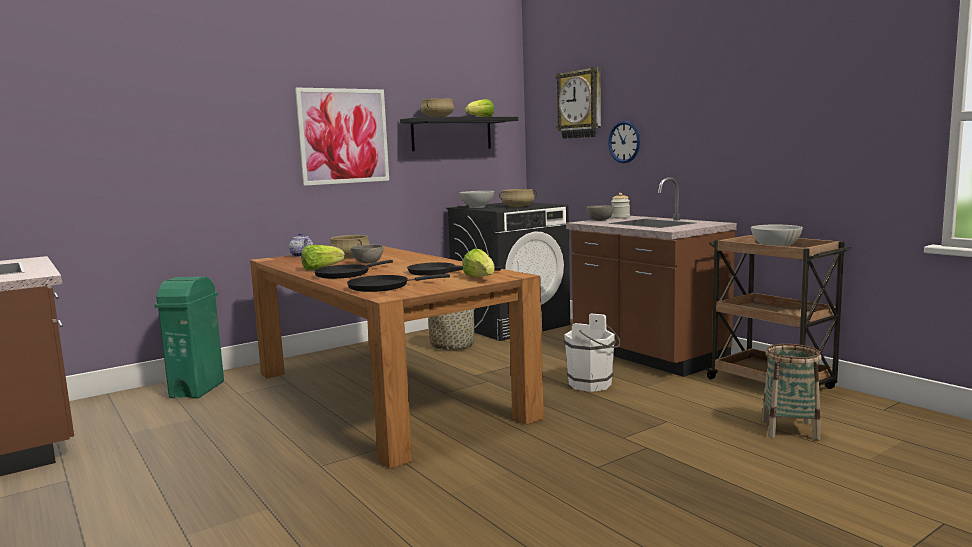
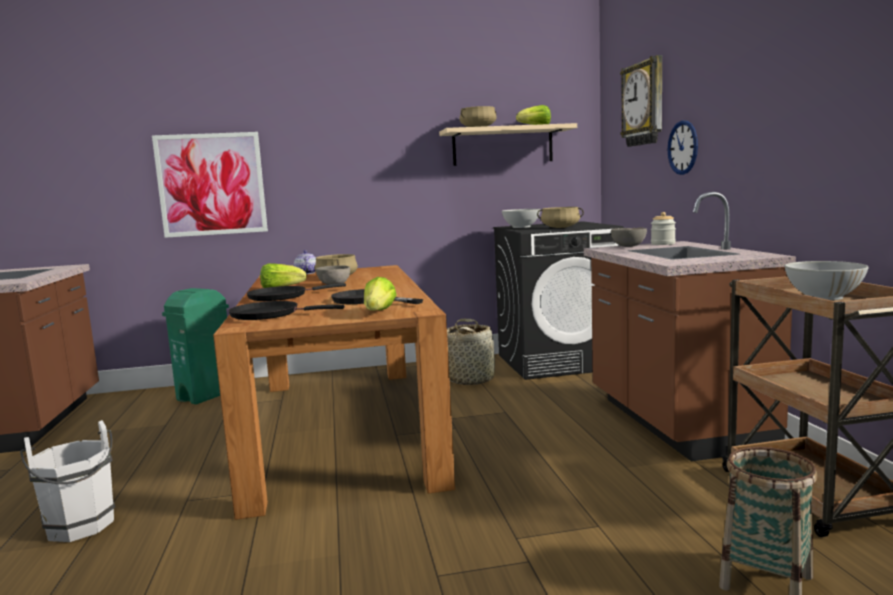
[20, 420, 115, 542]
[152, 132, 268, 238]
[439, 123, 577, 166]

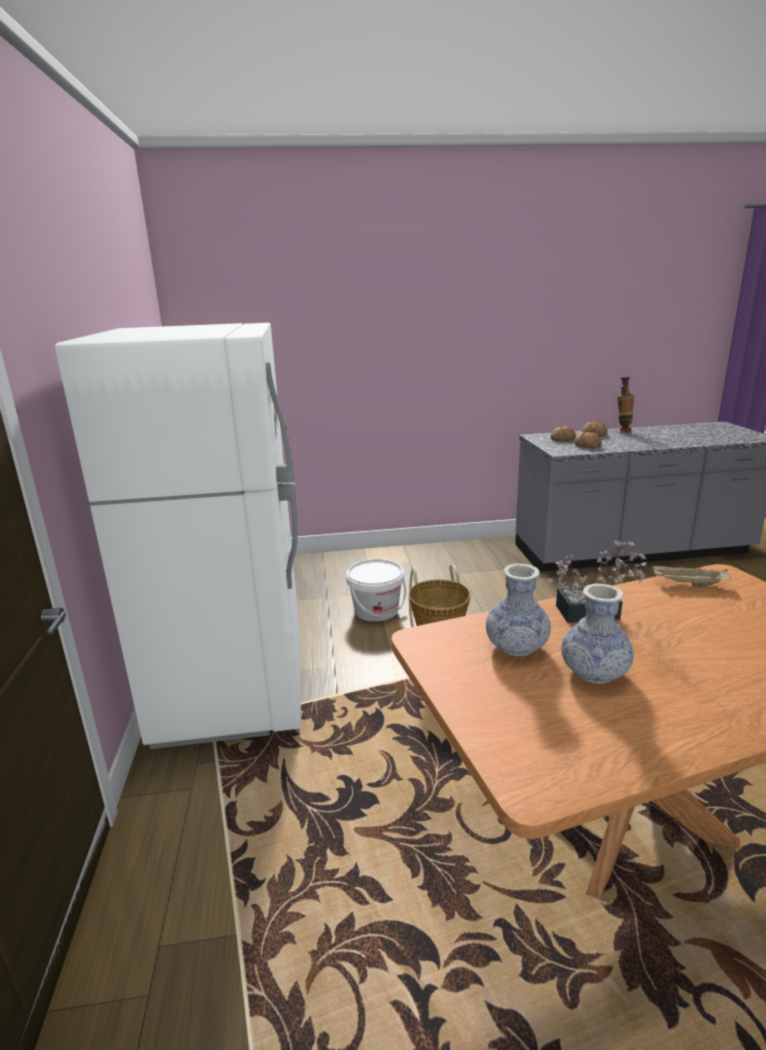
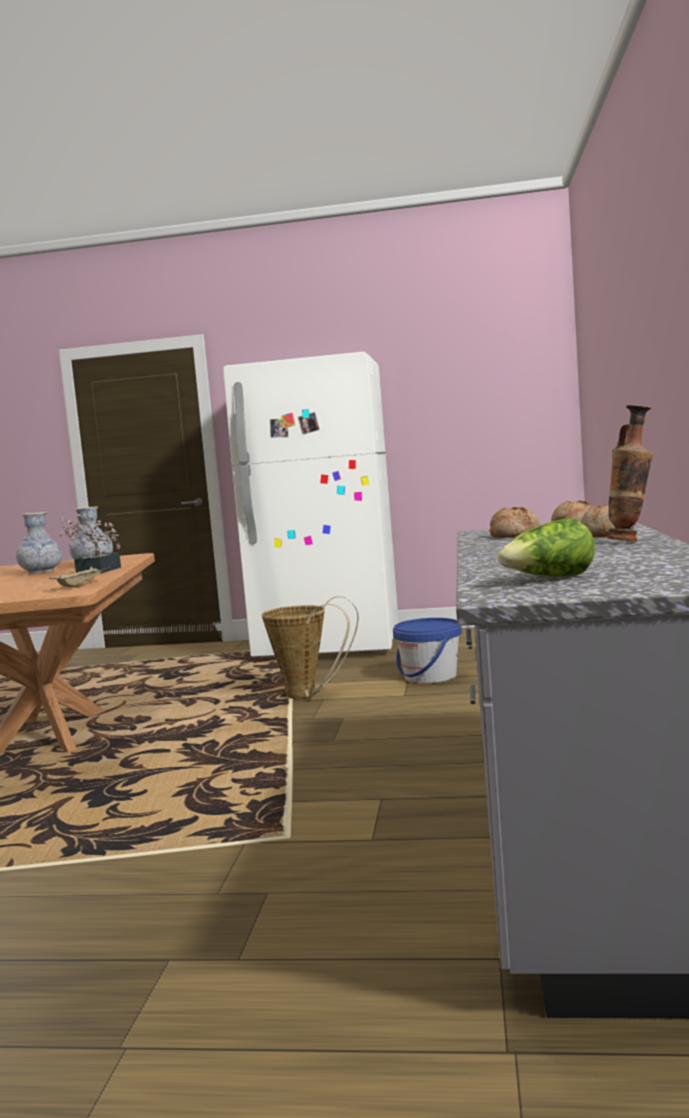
[393, 618, 462, 683]
[497, 519, 595, 577]

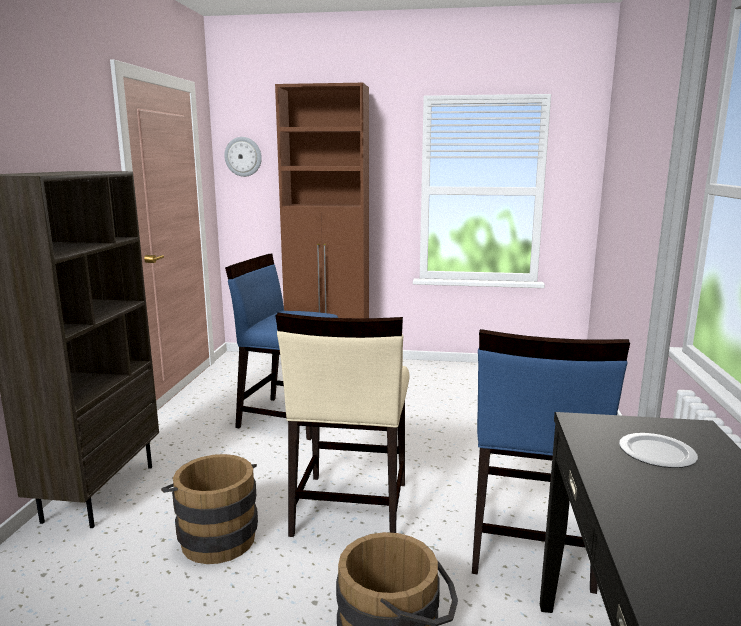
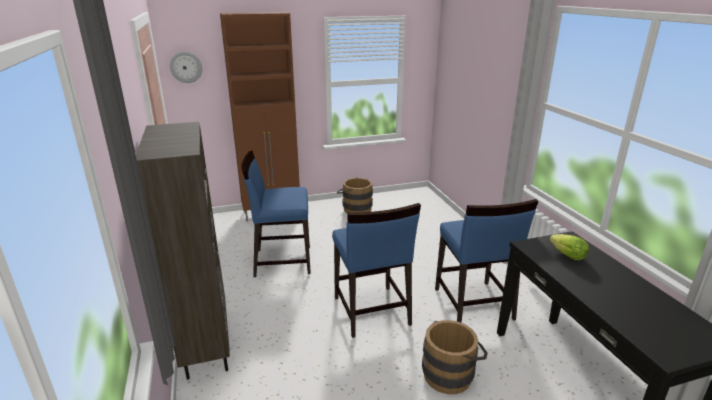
[332, 203, 421, 338]
[337, 178, 373, 213]
[549, 234, 589, 260]

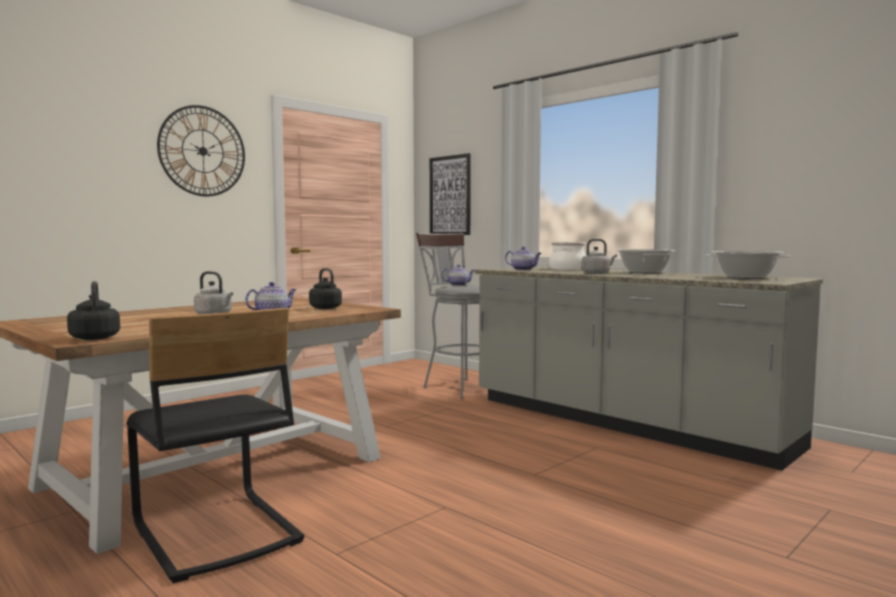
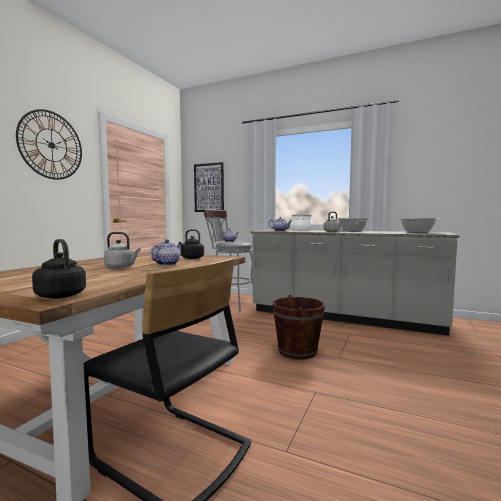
[272, 295, 325, 359]

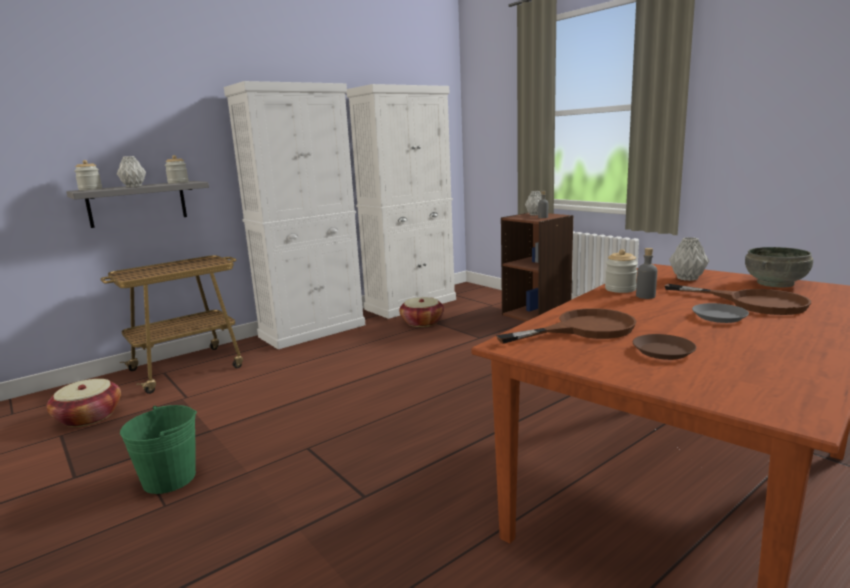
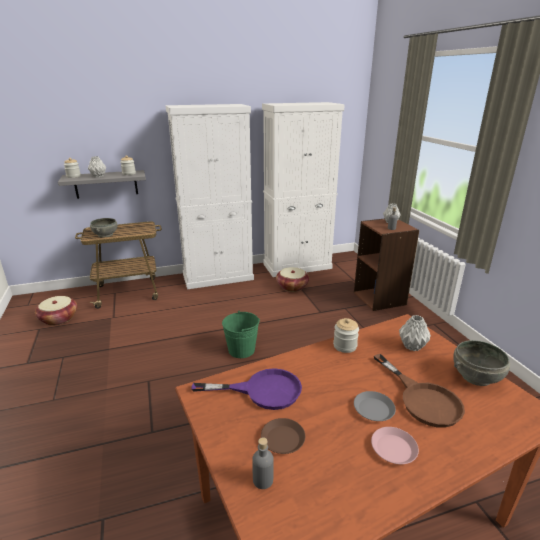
[90, 218, 117, 238]
[191, 368, 302, 410]
[222, 311, 260, 358]
[252, 437, 274, 489]
[371, 427, 419, 464]

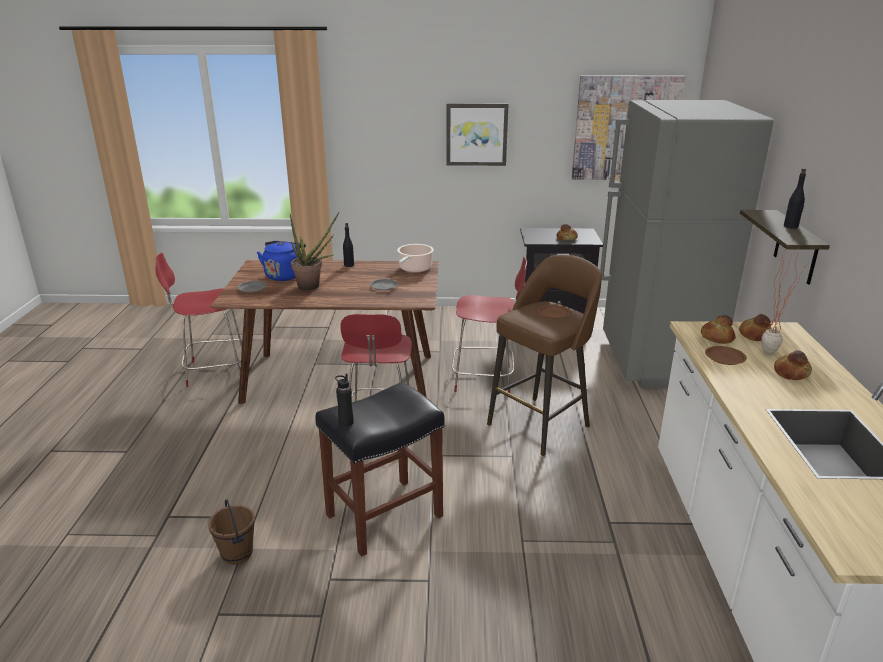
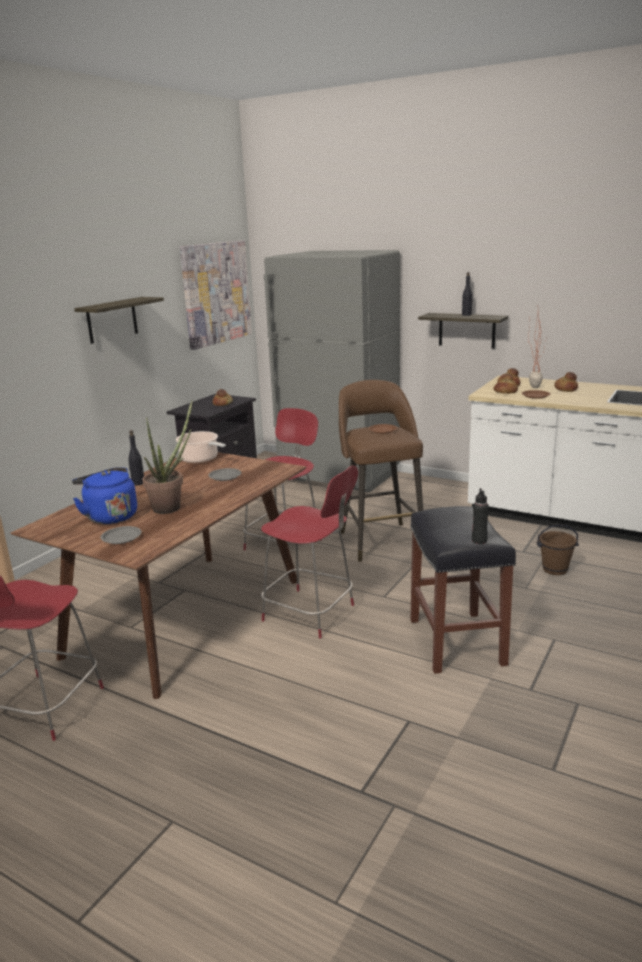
[74, 297, 164, 344]
[537, 524, 579, 575]

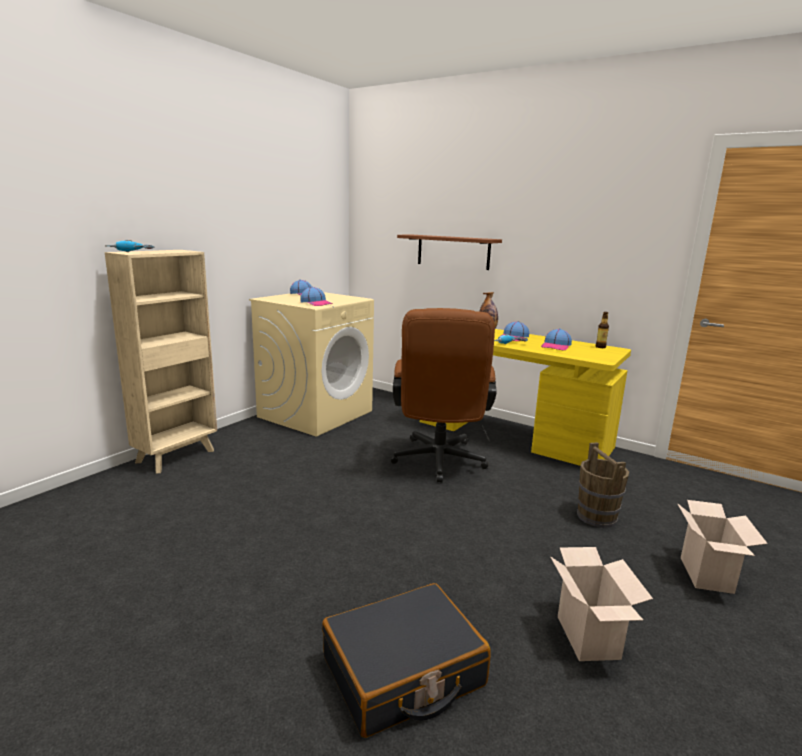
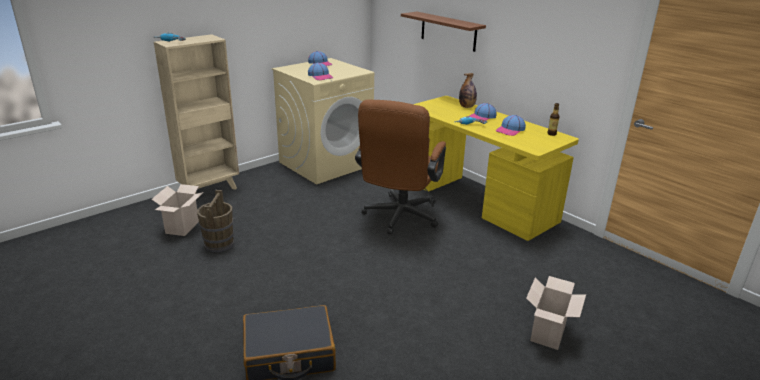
[151, 184, 204, 236]
[197, 190, 234, 252]

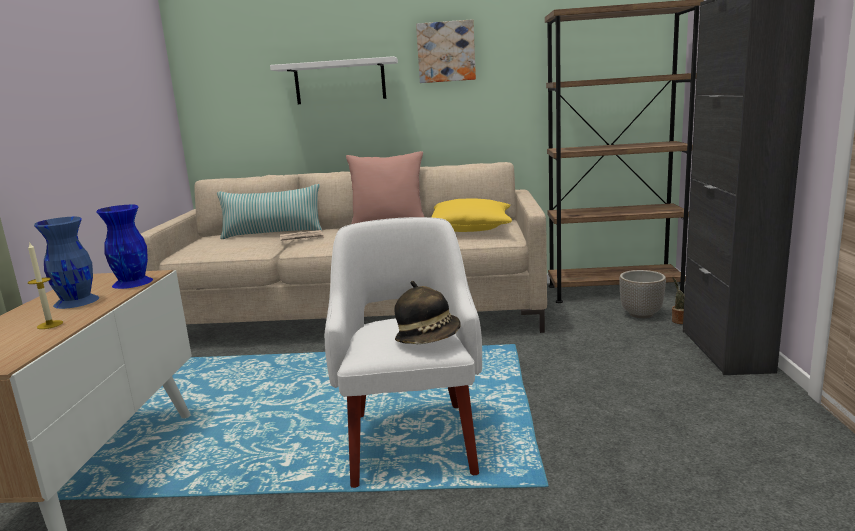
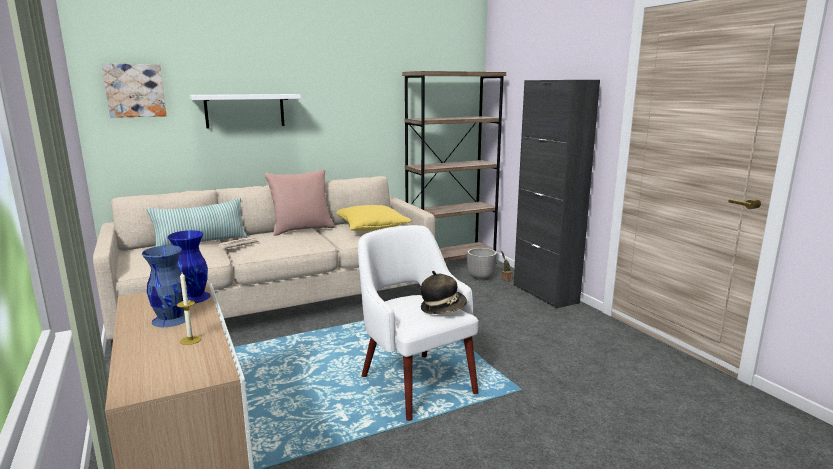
[102, 63, 166, 118]

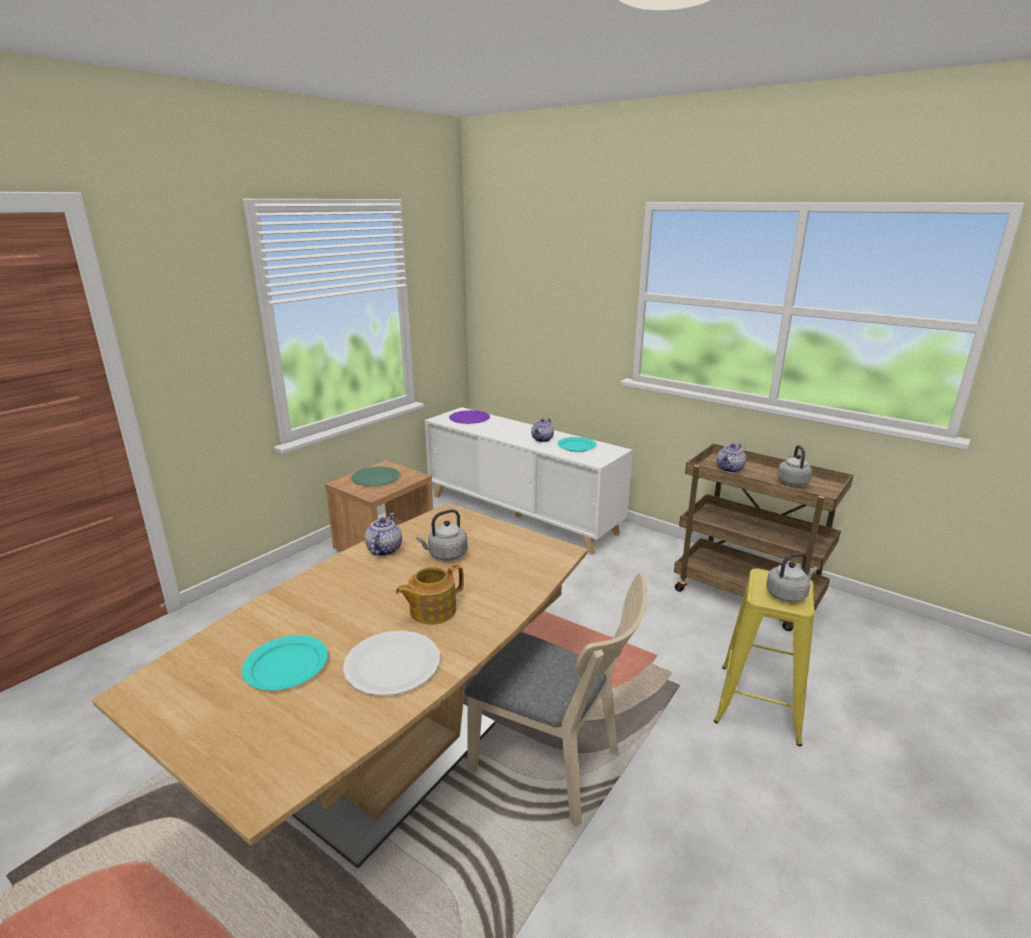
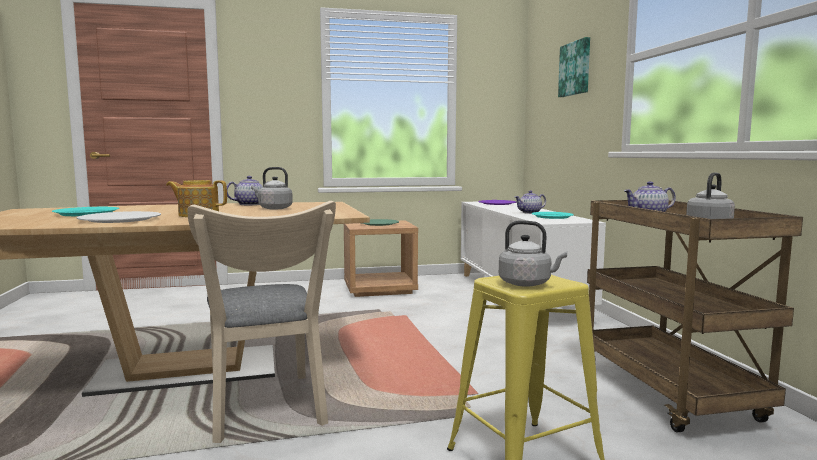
[558, 37, 590, 97]

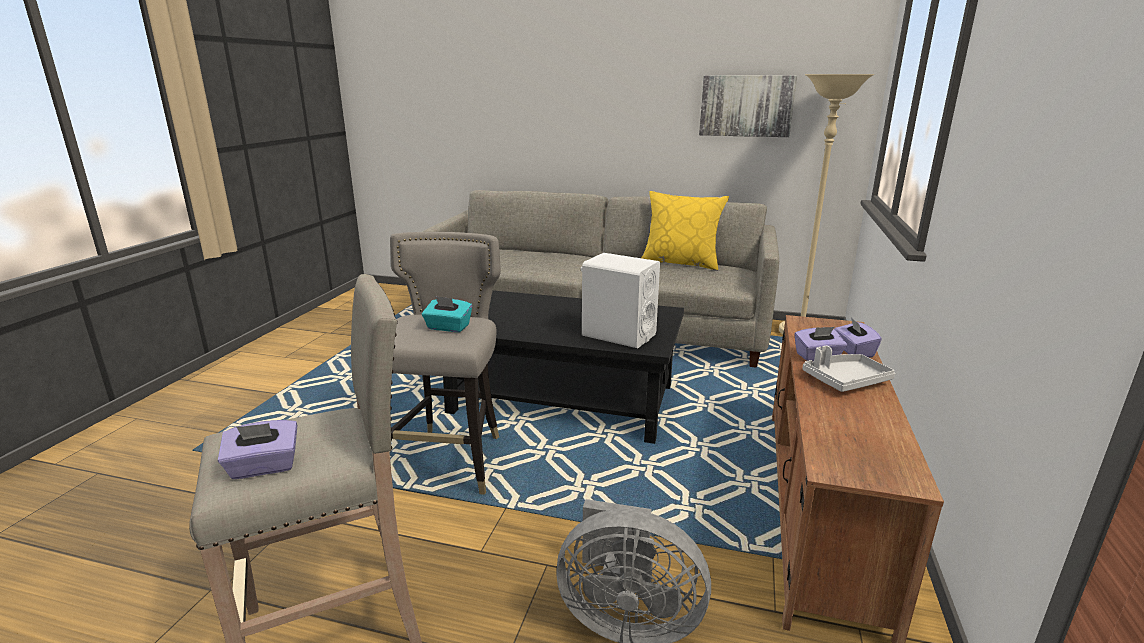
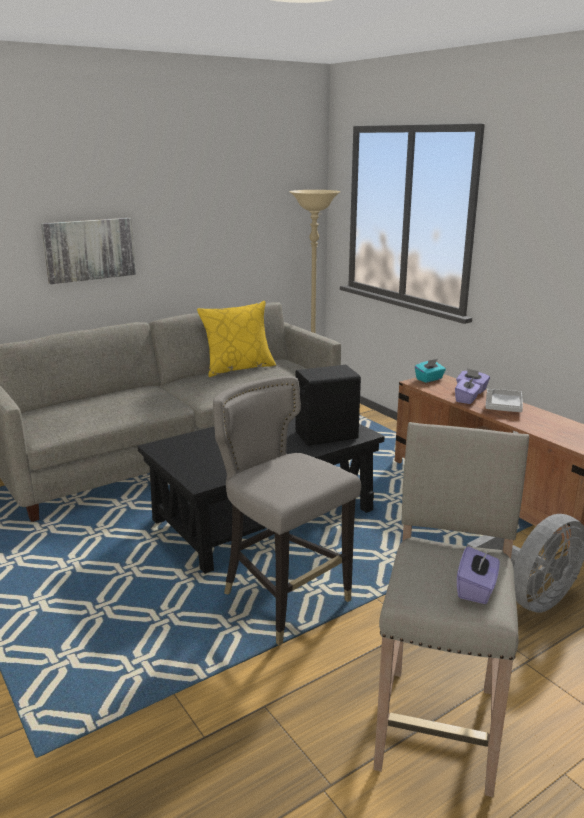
[41, 218, 136, 284]
[295, 365, 361, 446]
[415, 359, 446, 383]

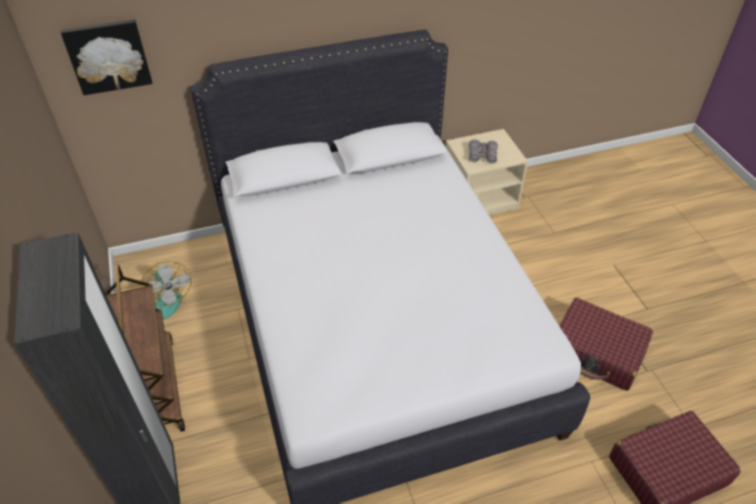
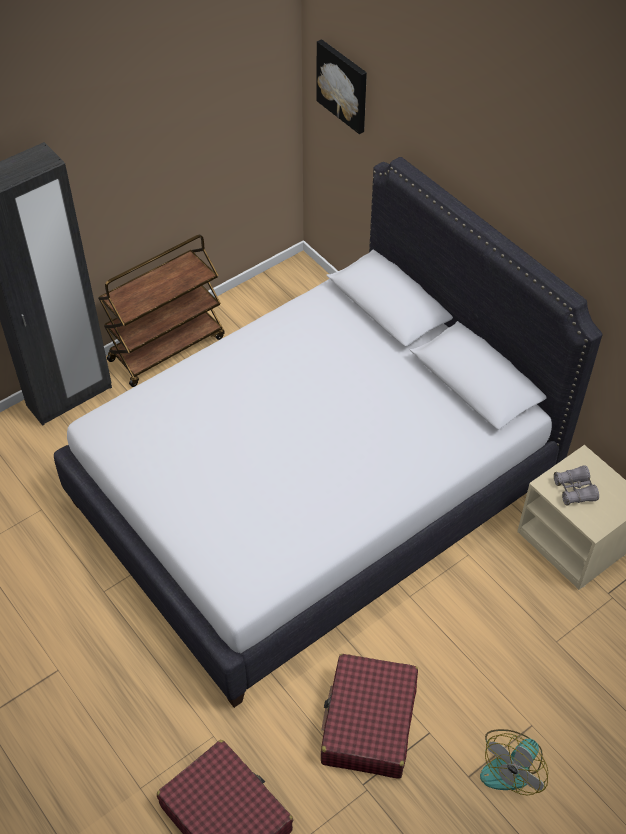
[480, 729, 548, 796]

